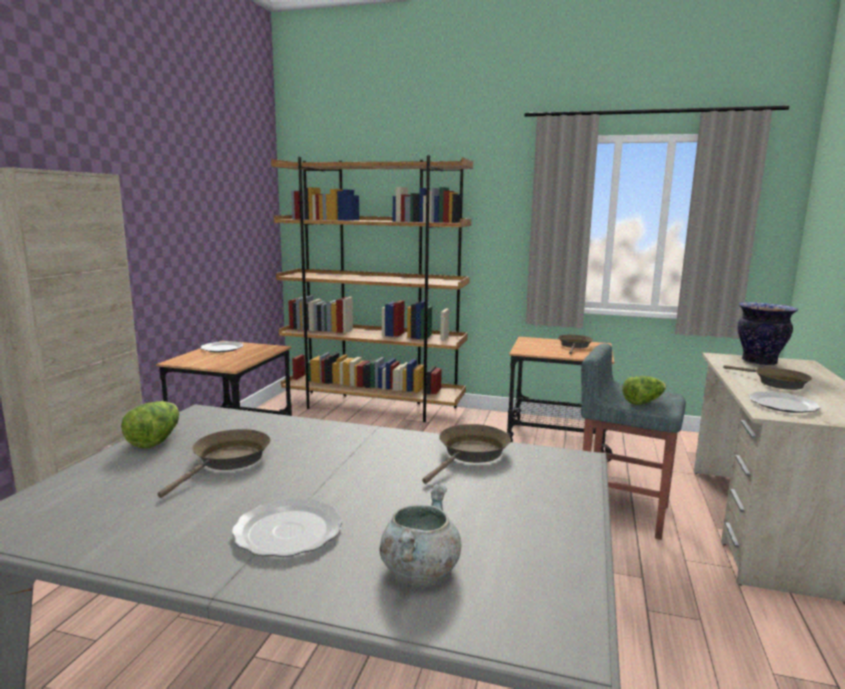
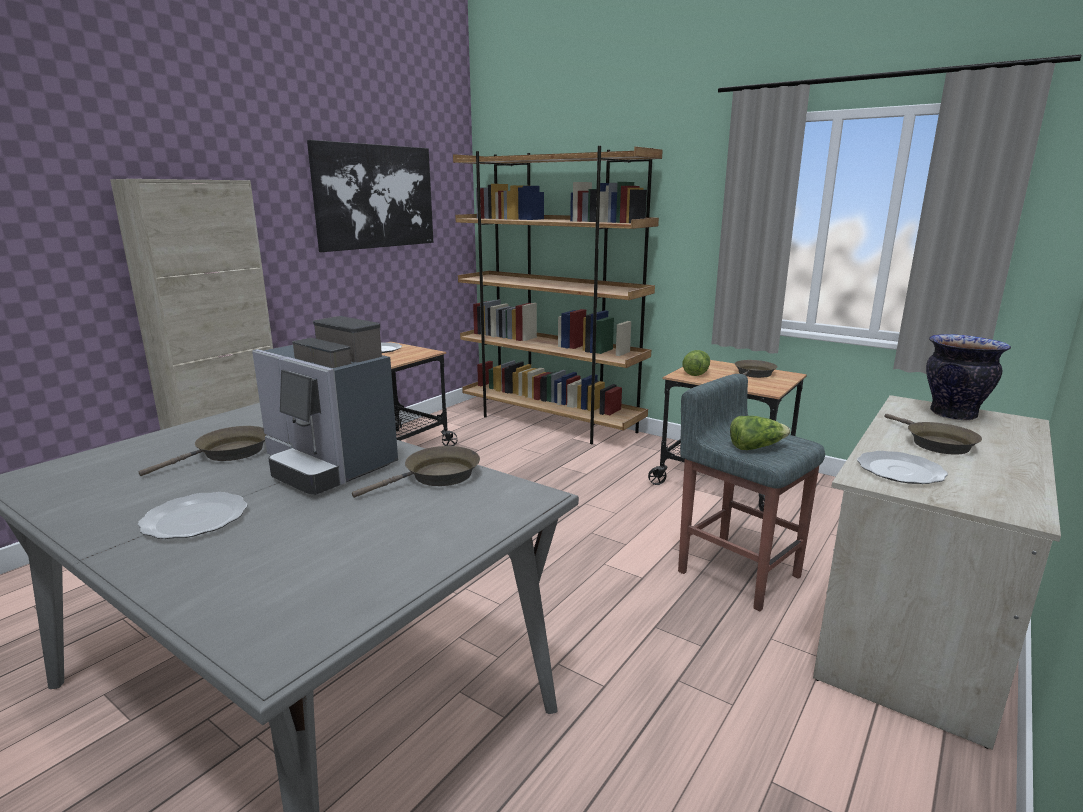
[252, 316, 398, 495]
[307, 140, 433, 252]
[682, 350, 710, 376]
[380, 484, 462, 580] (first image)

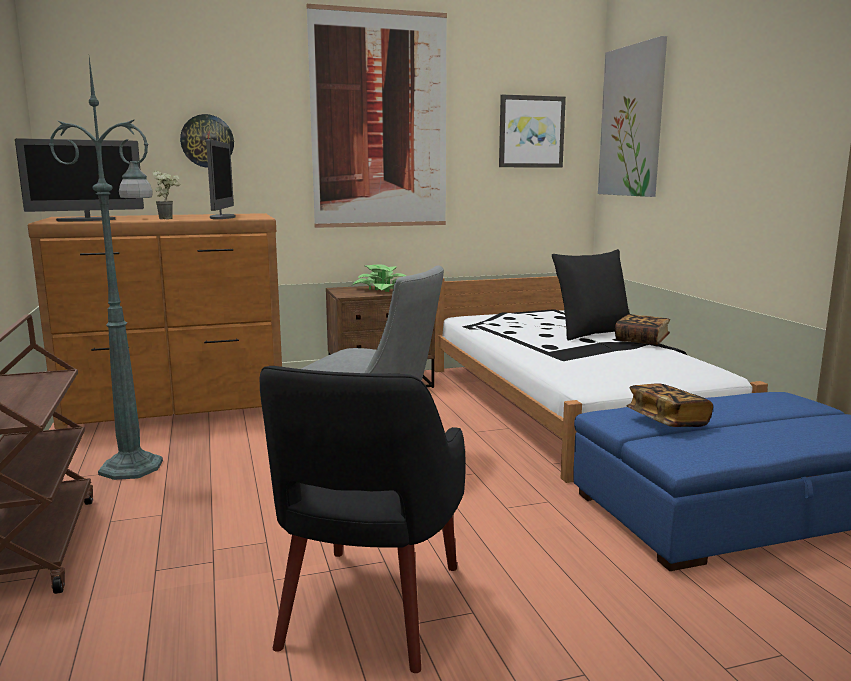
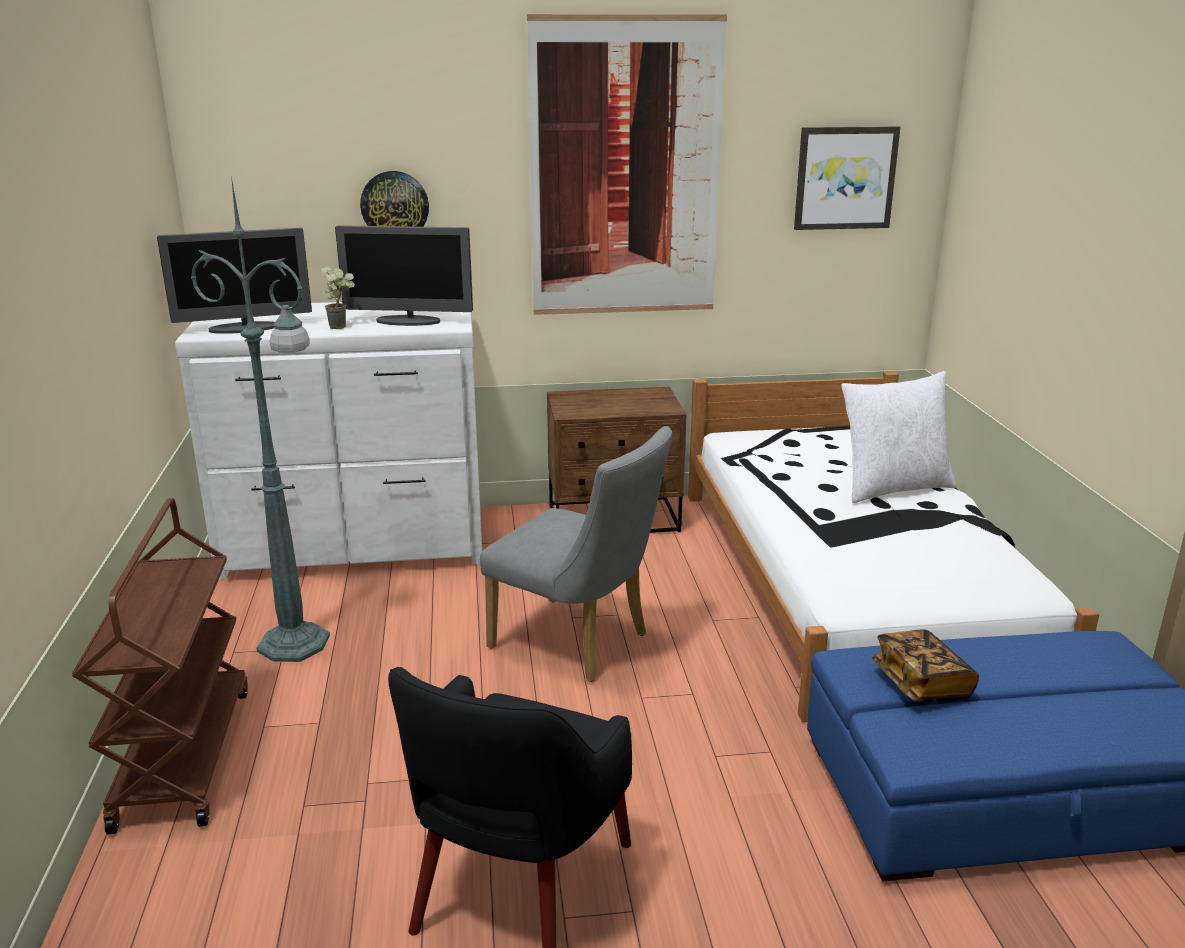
[175, 302, 482, 579]
[335, 225, 473, 326]
[841, 371, 957, 503]
[351, 264, 406, 292] (first image)
[598, 36, 667, 197] (first image)
[615, 314, 670, 345] (first image)

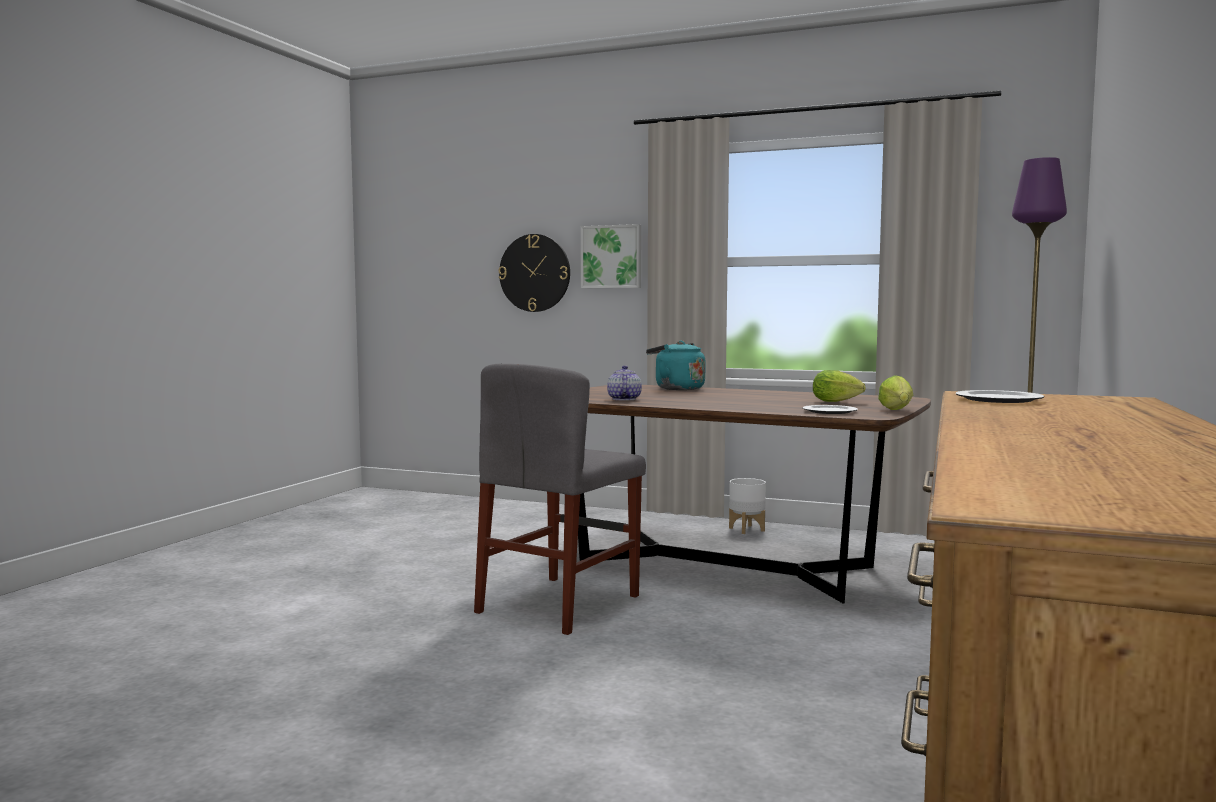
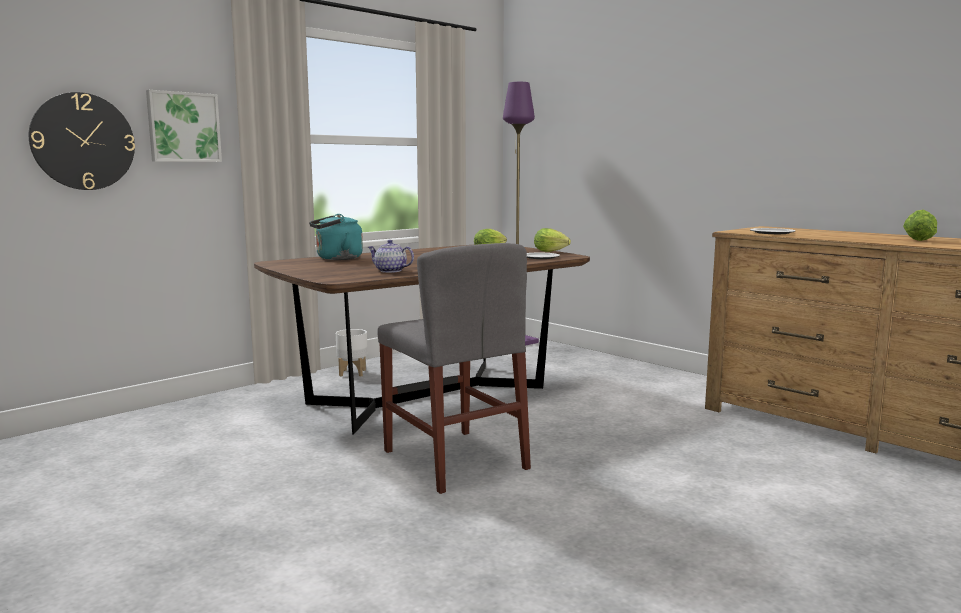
[903, 210, 937, 241]

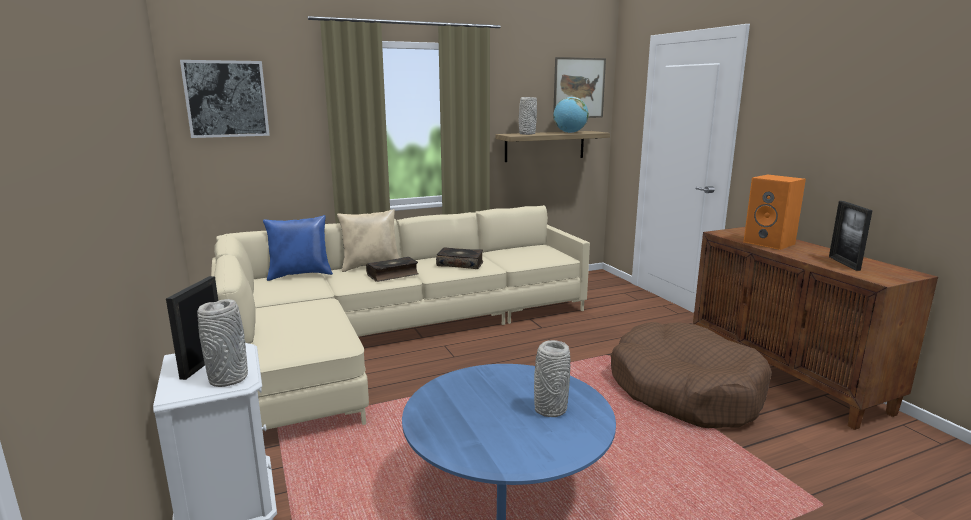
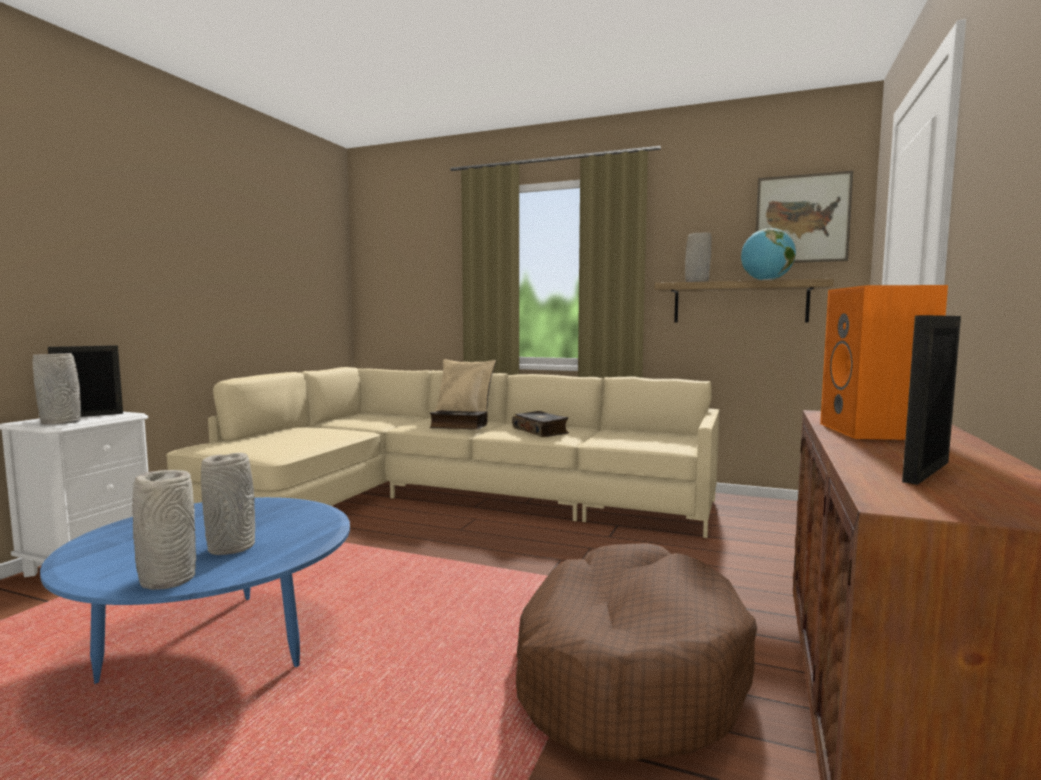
[132, 470, 196, 590]
[180, 60, 270, 138] (first image)
[263, 215, 333, 281] (first image)

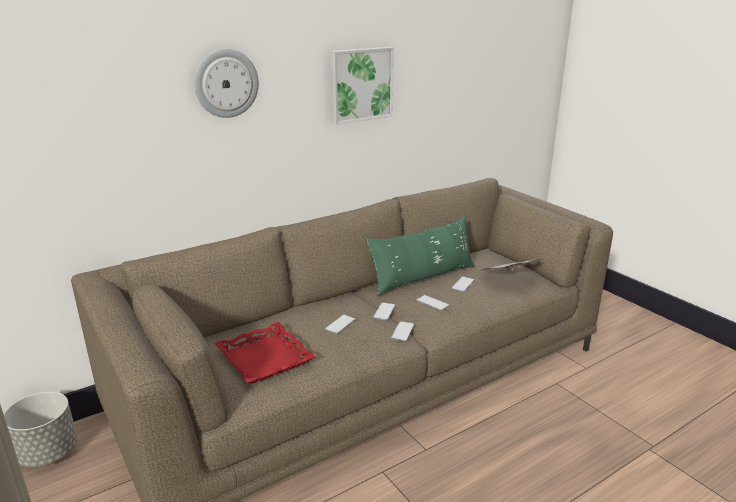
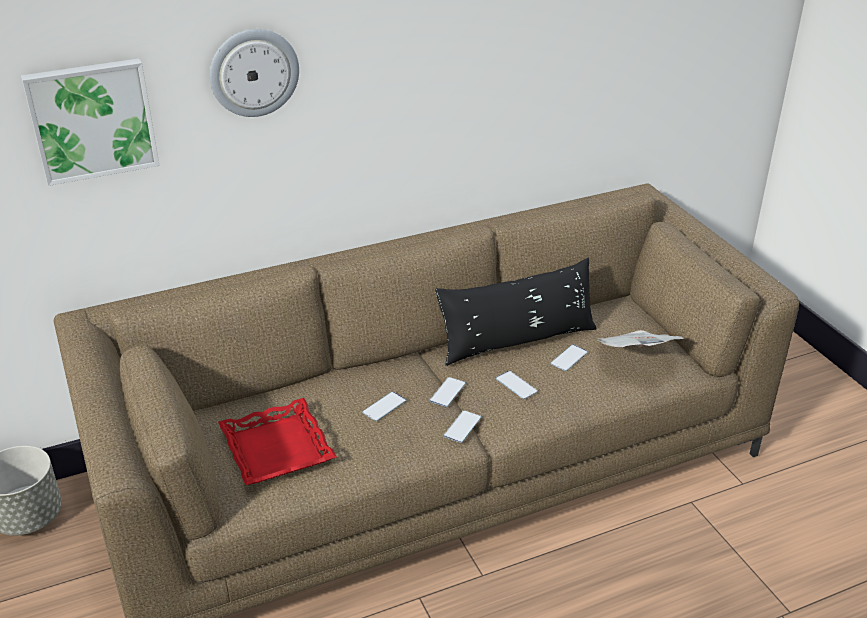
[21, 58, 160, 186]
[435, 258, 597, 366]

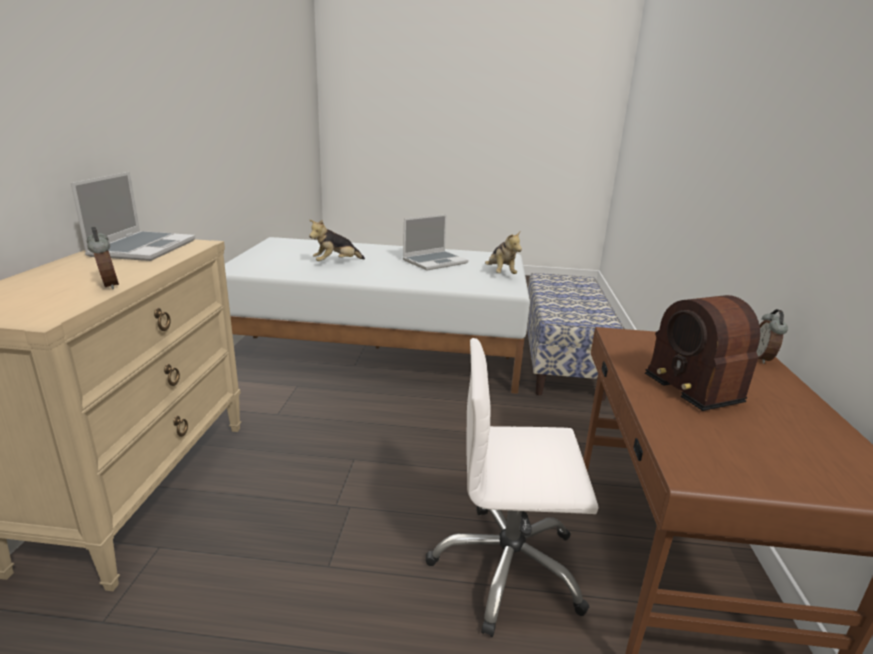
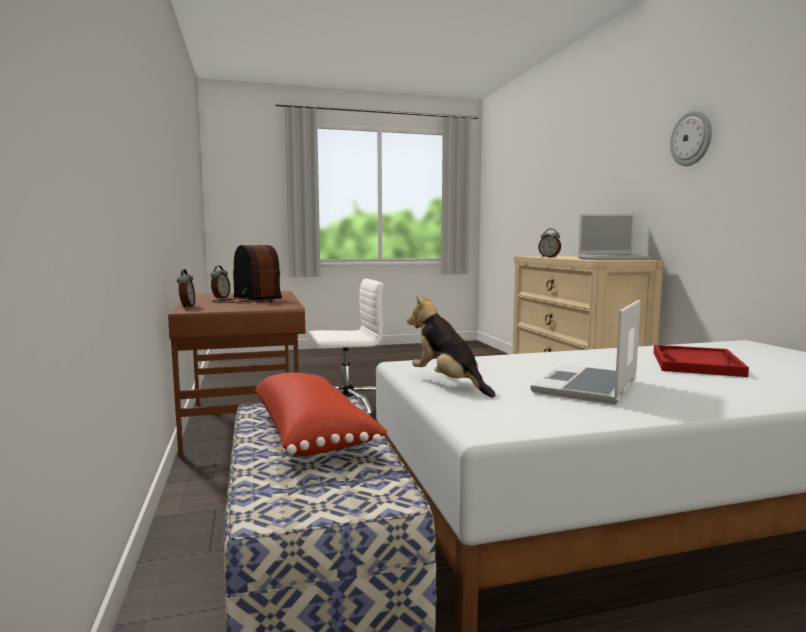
[210, 265, 230, 299]
[255, 372, 388, 456]
[578, 214, 651, 260]
[654, 345, 749, 377]
[670, 110, 712, 166]

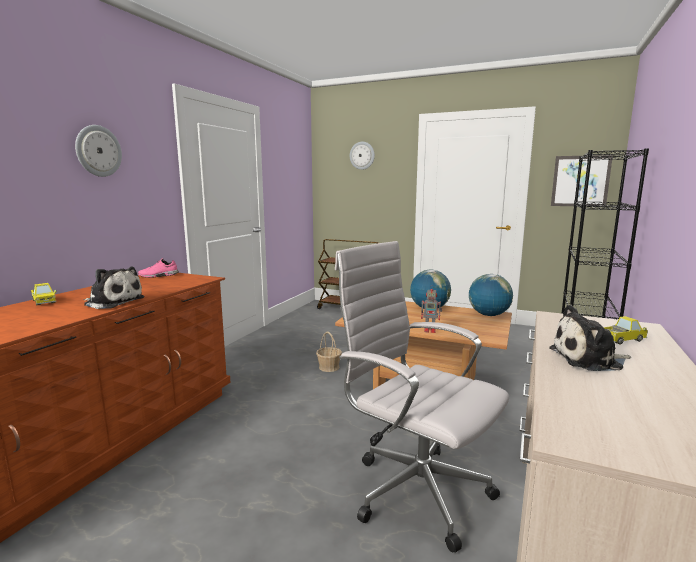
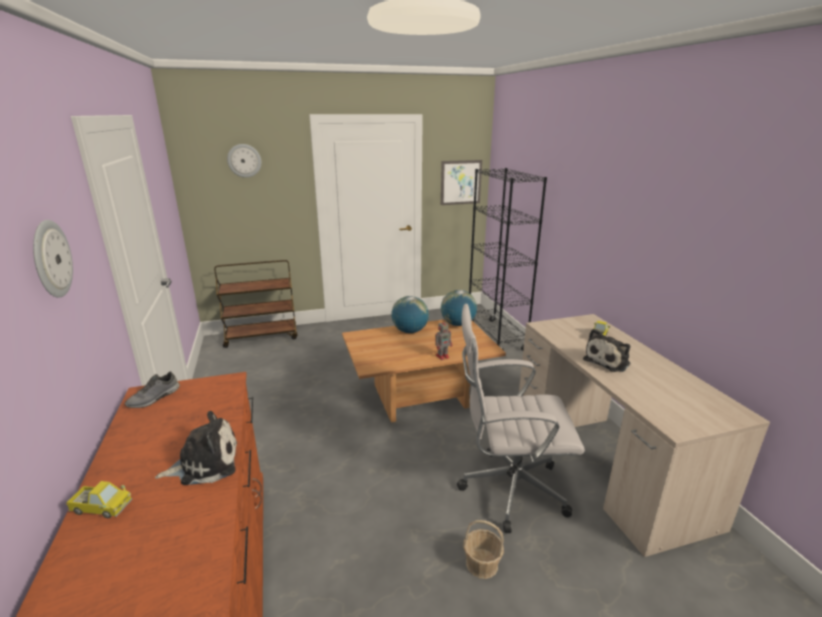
[125, 372, 180, 408]
[463, 520, 504, 579]

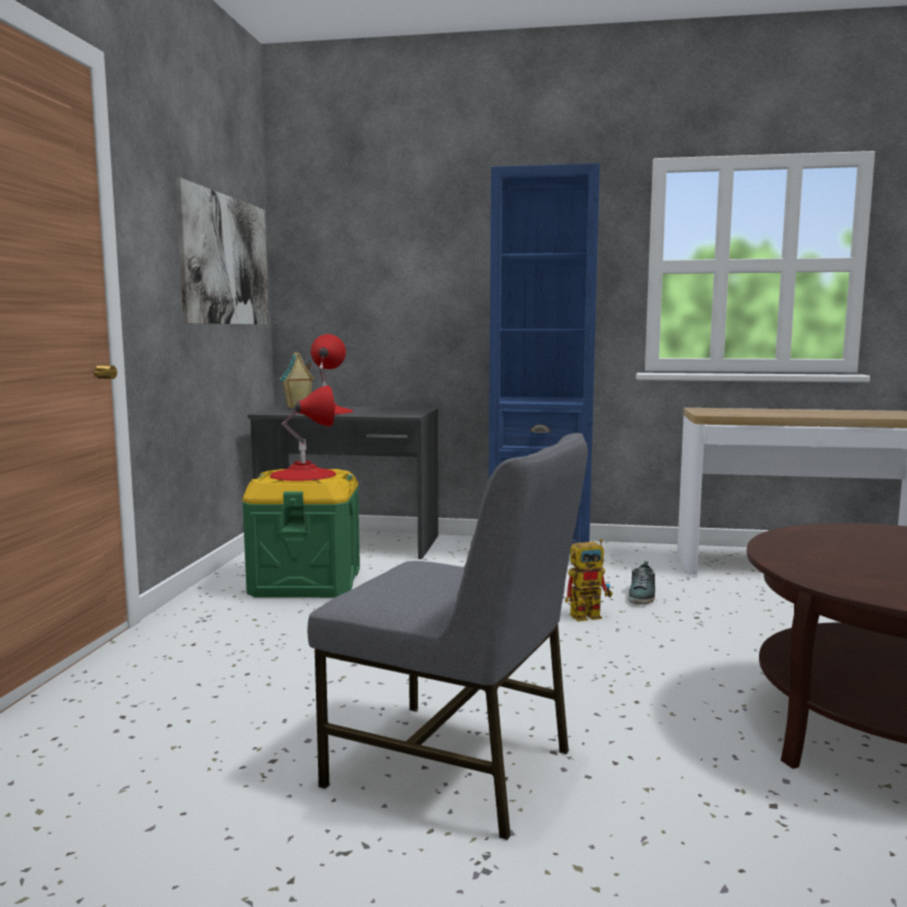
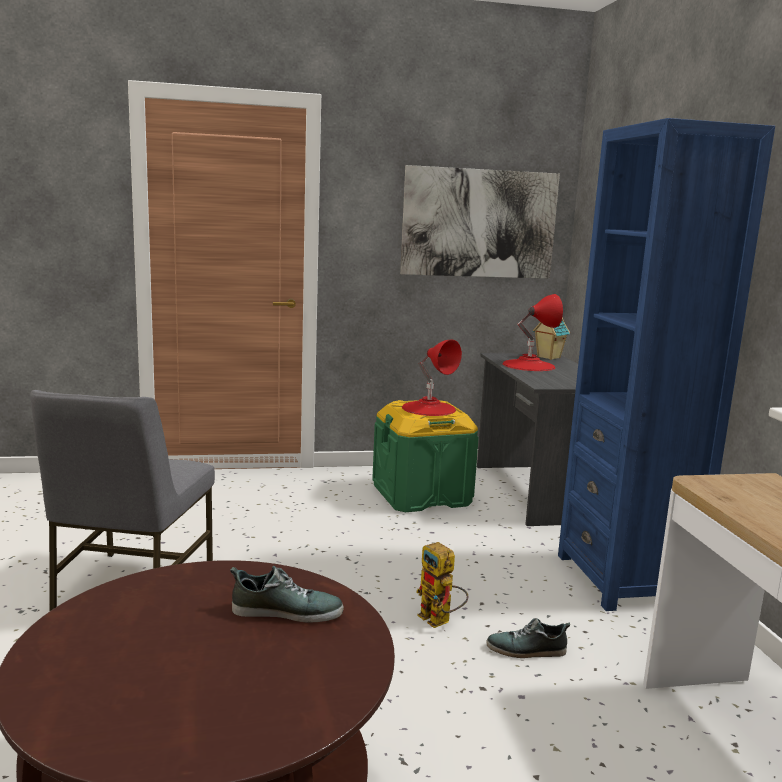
[230, 566, 344, 622]

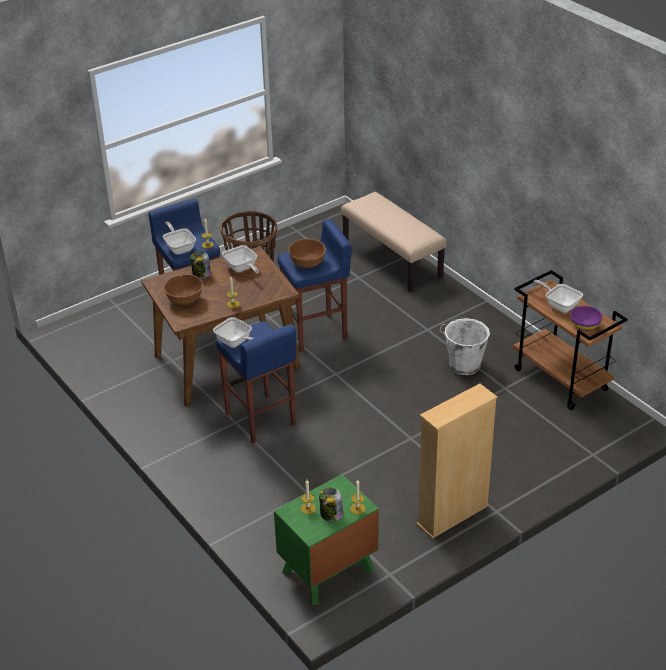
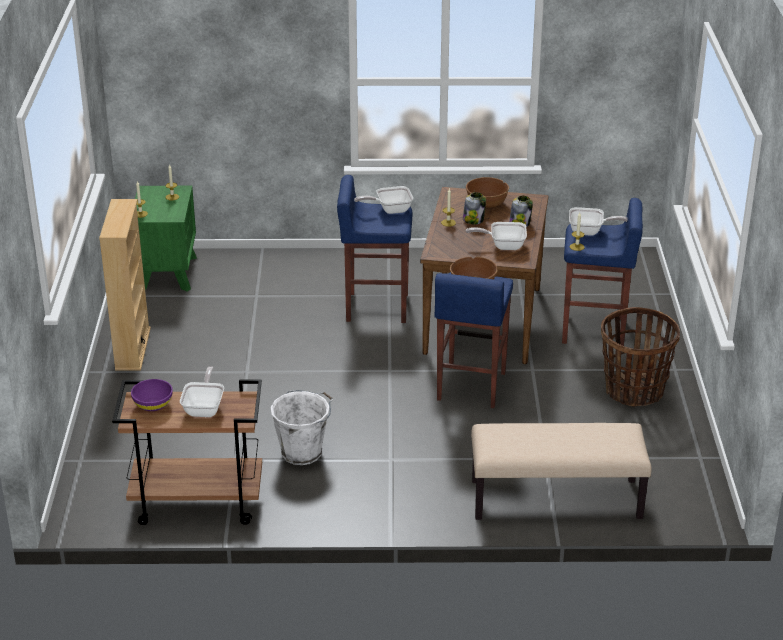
[180, 366, 224, 417]
[463, 192, 486, 224]

